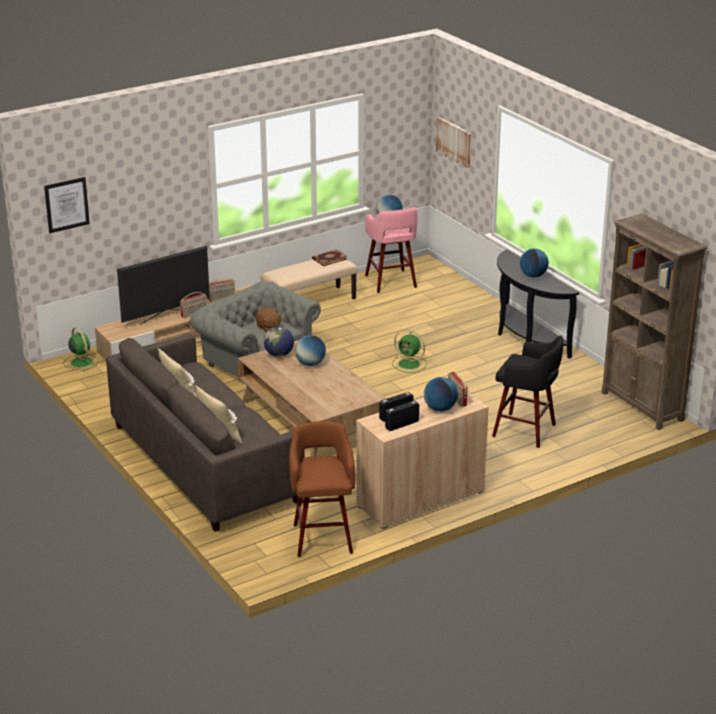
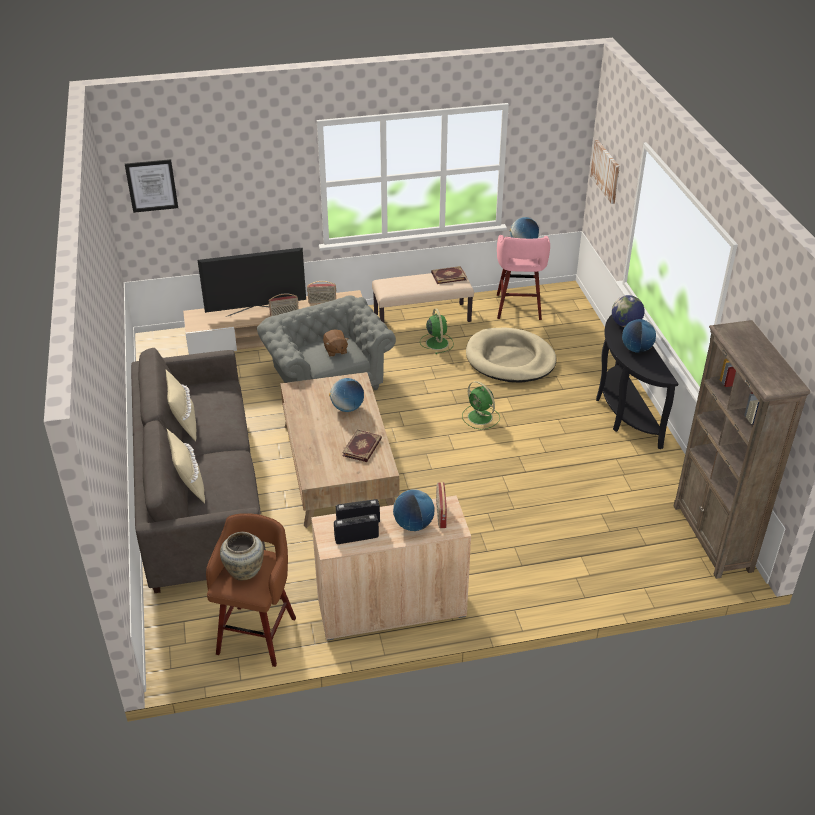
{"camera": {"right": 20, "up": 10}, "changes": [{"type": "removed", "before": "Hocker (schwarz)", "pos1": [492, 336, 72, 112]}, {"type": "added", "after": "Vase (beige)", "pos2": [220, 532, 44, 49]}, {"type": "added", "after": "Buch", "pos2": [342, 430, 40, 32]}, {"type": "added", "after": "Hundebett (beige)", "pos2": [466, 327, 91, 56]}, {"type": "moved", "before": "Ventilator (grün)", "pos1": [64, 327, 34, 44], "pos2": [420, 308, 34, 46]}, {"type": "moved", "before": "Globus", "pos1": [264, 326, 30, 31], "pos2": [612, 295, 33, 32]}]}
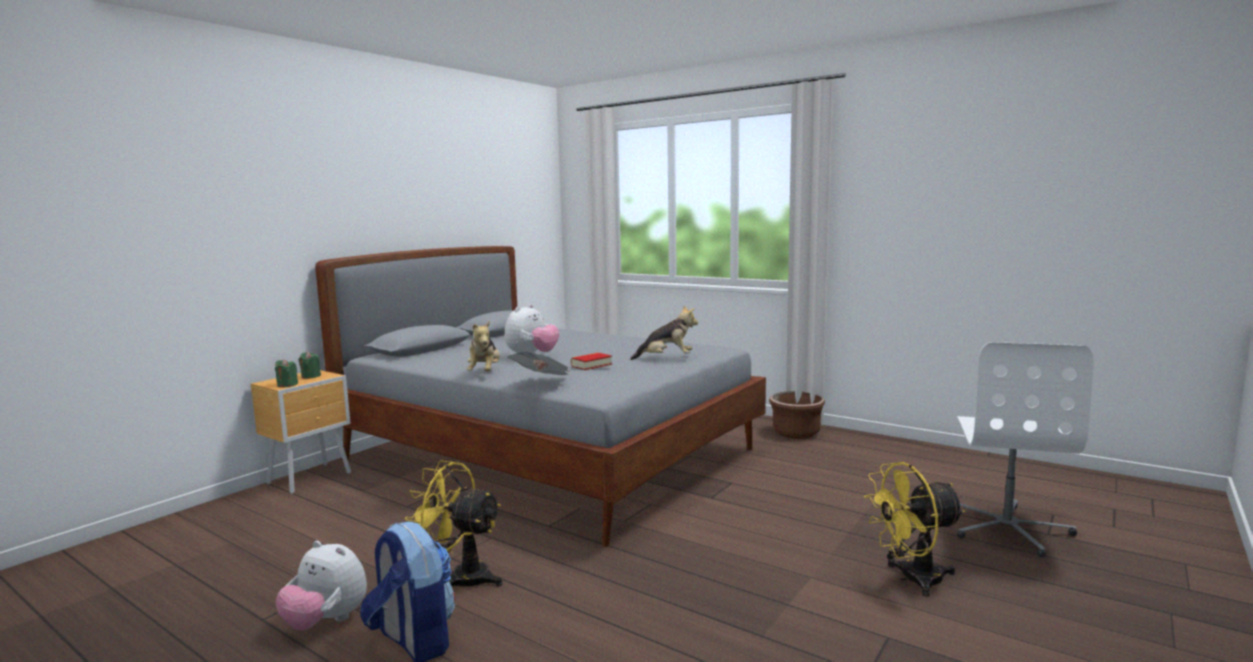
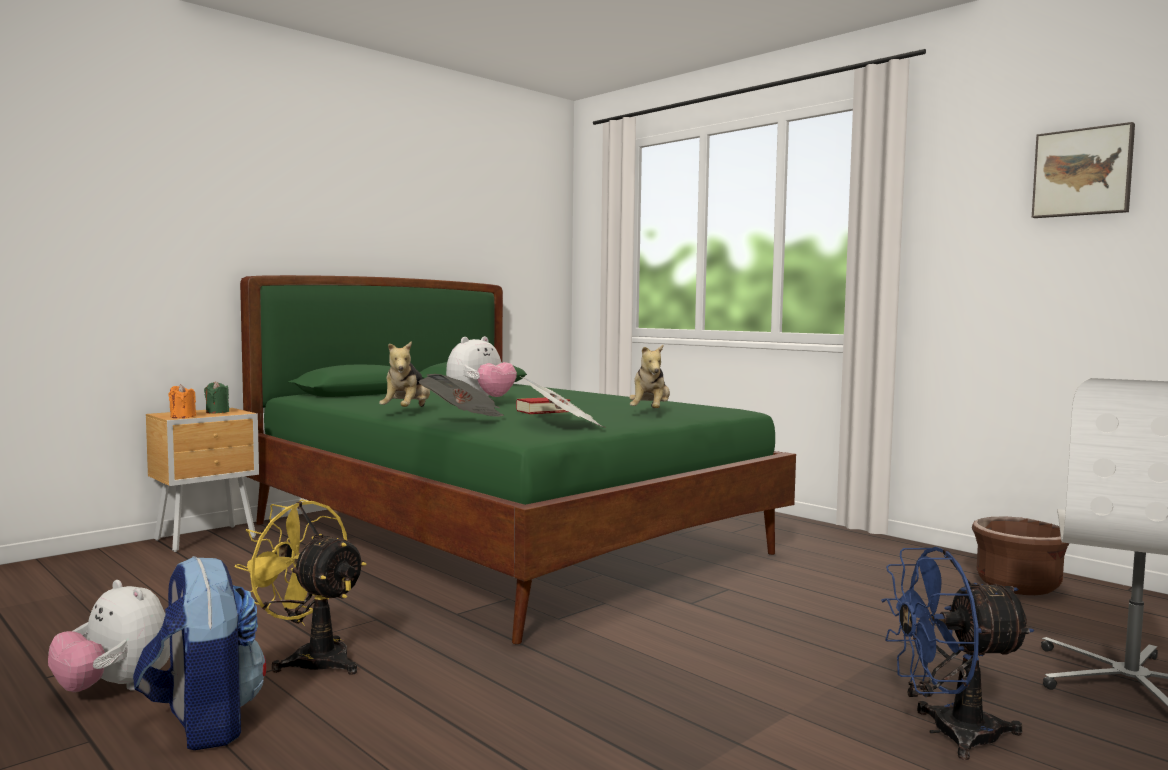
{"camera": {"right": 10, "up": -5}, "changes": [{"type": "added", "after": "Zeitung", "pos2": [519, 376, 85, 51]}, {"type": "added", "after": "Bild", "pos2": [1032, 122, 103, 96]}, {"type": "moved", "before": "Pflanzkübel (braun)", "pos1": [769, 391, 56, 48], "pos2": [972, 516, 98, 79]}, {"type": "recoloured", "before": "Kerze (grün)", "after": "Kerze (orange)", "pos1": [275, 359, 23, 29], "pos2": [169, 384, 27, 34]}, {"type": "recoloured", "before": "Bett (grau)", "after": "Bett (grün)", "pos1": [315, 246, 451, 301], "pos2": [240, 275, 556, 369]}, {"type": "recoloured", "before": "Ventilator (gelb)", "after": "Ventilator (blau)", "pos1": [864, 462, 101, 135], "pos2": [881, 547, 153, 213]}, {"type": "turned", "before": "Plüschtier", "pos1": [630, 305, 68, 55], "pos2": [629, 345, 41, 63], "turn": 90}]}
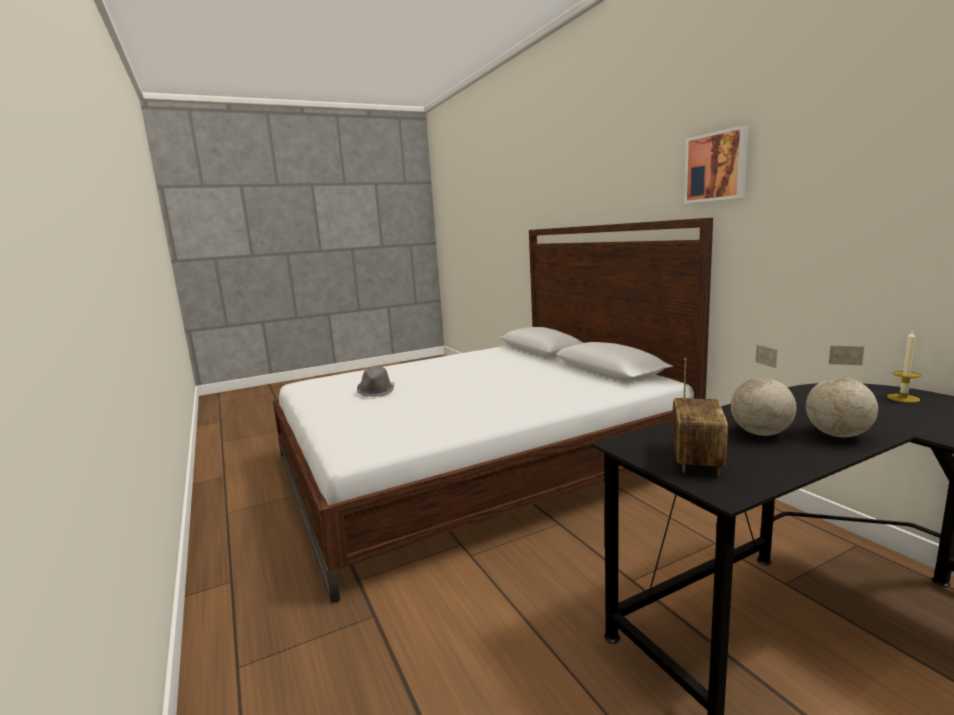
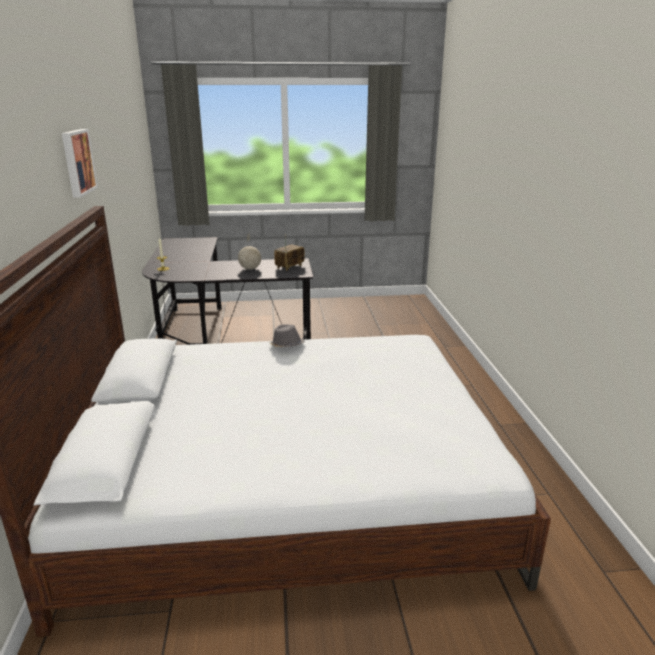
{"camera": {"right": -160, "up": 10}, "changes": [{"type": "removed", "before": "Globus", "pos1": [806, 346, 72, 91]}, {"type": "moved", "before": "Hut (grau)", "pos1": [357, 367, 38, 30], "pos2": [269, 324, 36, 23]}]}
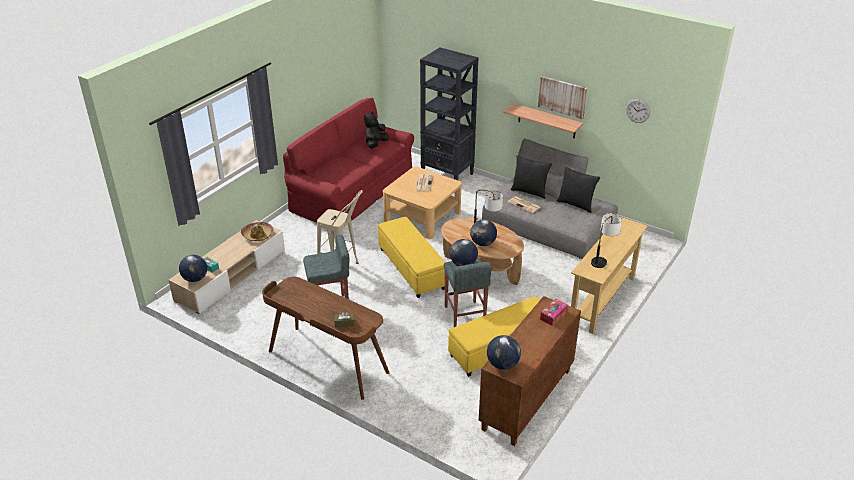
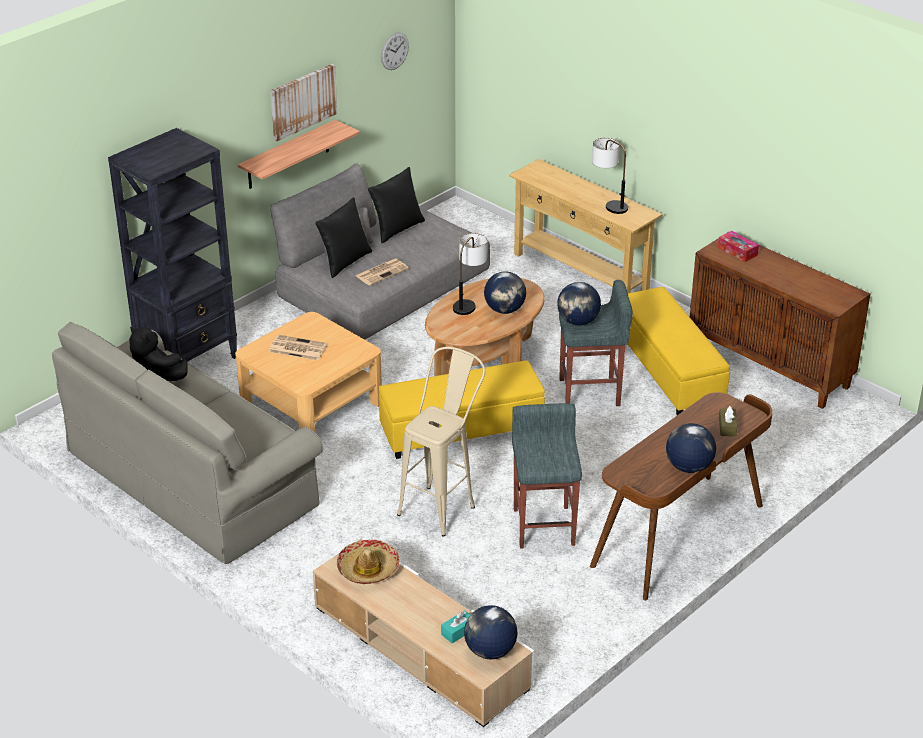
{"camera": {"right": -80, "up": 0}, "changes": [{"type": "moved", "before": "Globus", "pos1": [487, 335, 34, 35], "pos2": [666, 423, 50, 50]}, {"type": "recoloured", "before": "Sofa (rot)", "after": "Sofa (grau)", "pos1": [283, 98, 131, 125], "pos2": [52, 322, 271, 242]}]}
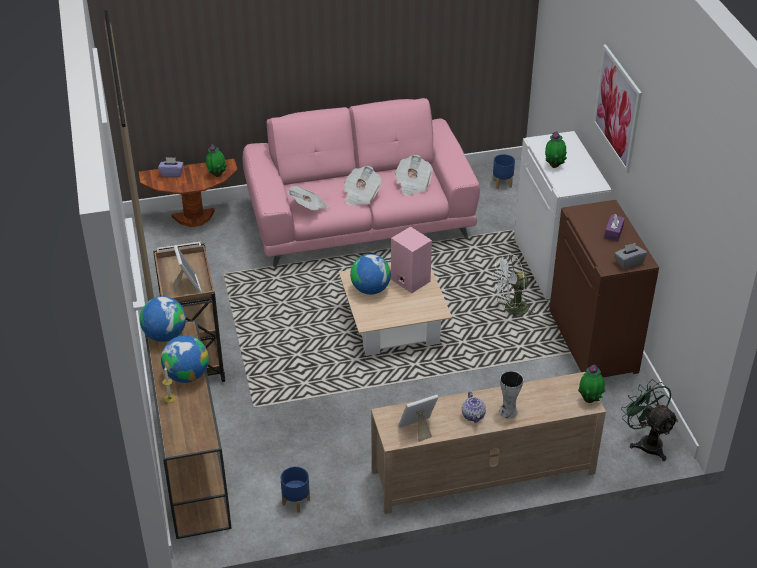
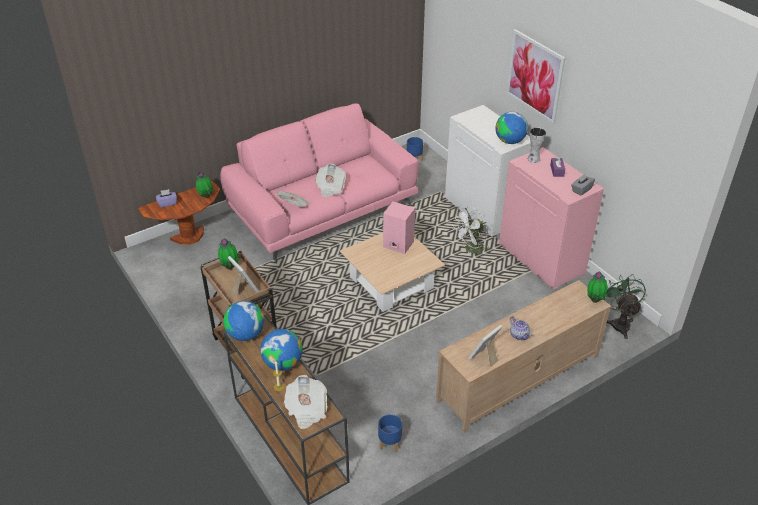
{"camera": {"right": -20, "up": 0}, "changes": [{"type": "moved", "before": "Globus", "pos1": [350, 254, 41, 41], "pos2": [496, 112, 32, 32]}, {"type": "moved", "before": "Zeitung", "pos1": [395, 155, 38, 41], "pos2": [284, 375, 43, 54]}, {"type": "moved", "before": "Vase", "pos1": [500, 371, 24, 48], "pos2": [528, 127, 18, 36]}, {"type": "moved", "before": "Topfpflanze", "pos1": [545, 131, 22, 37], "pos2": [218, 238, 21, 32]}, {"type": "recoloured", "before": "Schrank (braun)", "after": "Schrank (rosa)", "pos1": [549, 200, 110, 177], "pos2": [499, 147, 105, 143]}, {"type": "turned", "before": "Ventilator (grün)", "pos1": [621, 379, 57, 82], "pos2": [603, 274, 43, 65], "turn": 45}]}
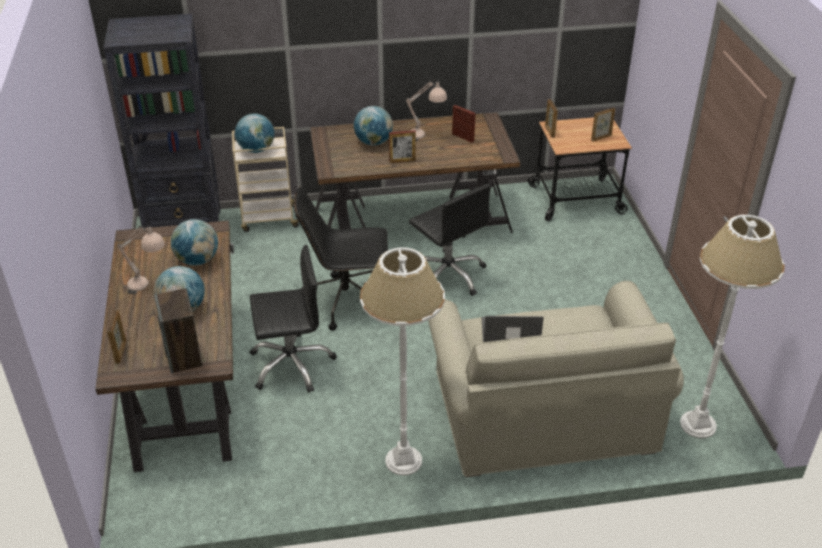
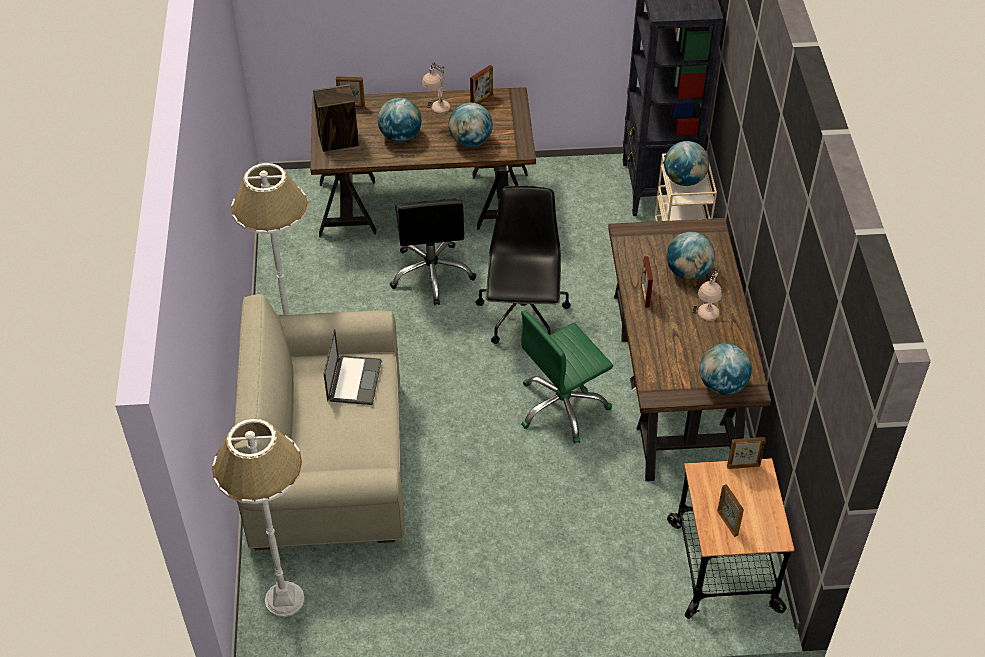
{"camera": {"right": 95, "up": 10}, "changes": [{"type": "added", "after": "Globus", "pos2": [699, 343, 53, 52]}, {"type": "moved", "before": "Bilderrahmen", "pos1": [452, 105, 23, 38], "pos2": [470, 65, 23, 39]}, {"type": "recoloured", "before": "Bürostuhl (schwarz)", "after": "Bürostuhl (grün)", "pos1": [409, 184, 82, 112], "pos2": [521, 311, 92, 133]}]}
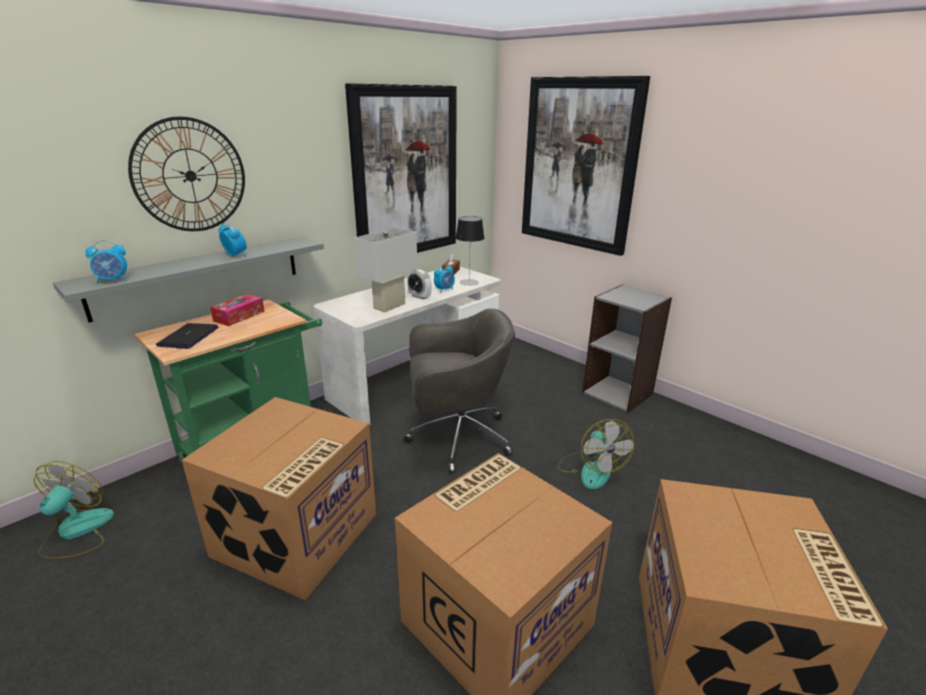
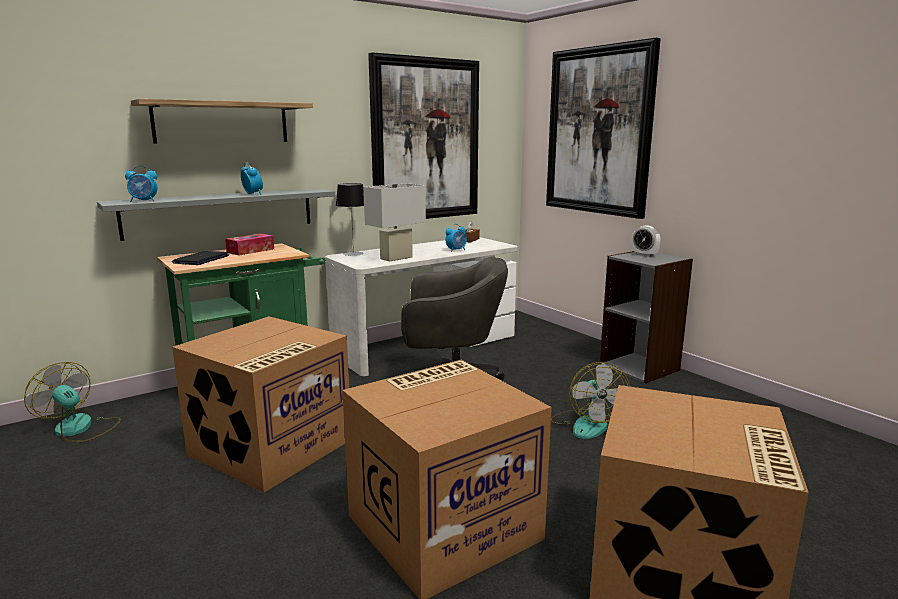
{"camera": {"right": 10, "up": -10}, "changes": [{"type": "moved", "before": "Wecker", "pos1": [408, 269, 24, 30], "pos2": [632, 225, 29, 32]}, {"type": "moved", "before": "Tischlampe", "pos1": [456, 216, 29, 70], "pos2": [336, 183, 28, 73]}, {"type": "replaced", "before": "Wanduhr", "after": "Wandregal", "pos1": [128, 116, 117, 115], "pos2": [131, 99, 182, 45]}, {"type": "turned", "before": "Ventilator", "pos1": [34, 461, 80, 98], "pos2": [24, 362, 97, 80], "turn": -75}]}
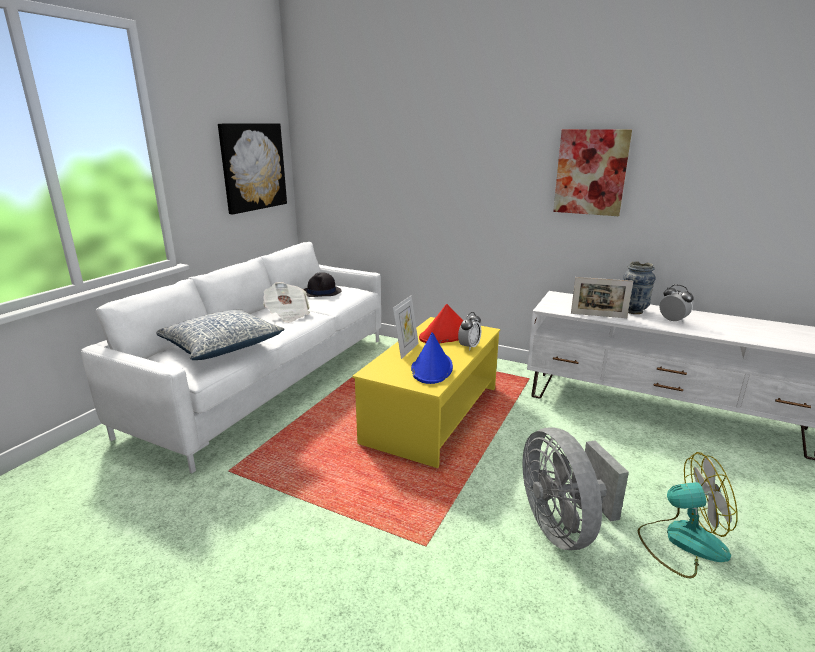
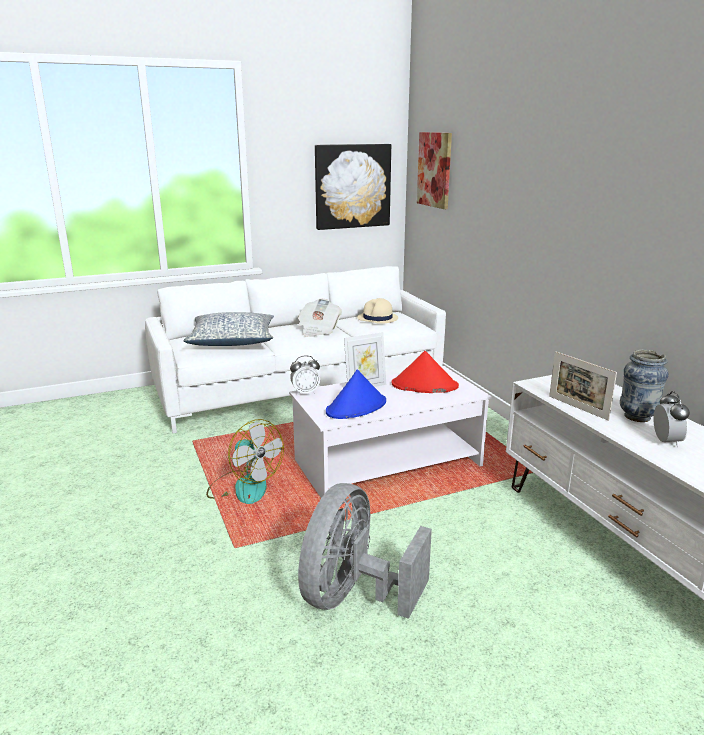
{"camera": {"right": 40, "up": 0}, "changes": [{"type": "moved", "before": "Wecker", "pos1": [458, 312, 23, 39], "pos2": [290, 356, 30, 40]}, {"type": "moved", "before": "Bild", "pos1": [553, 129, 79, 87], "pos2": [417, 132, 35, 77]}, {"type": "moved", "before": "Ventilator", "pos1": [638, 452, 100, 127], "pos2": [206, 419, 78, 85]}, {"type": "recoloured", "before": "Hut (schwarz)", "after": "Hut (beige)", "pos1": [303, 272, 38, 25], "pos2": [357, 298, 41, 26]}, {"type": "recoloured", "before": "Couchtisch (gelb)", "after": "Couchtisch (weiß)", "pos1": [352, 317, 148, 151], "pos2": [289, 366, 203, 132]}]}
